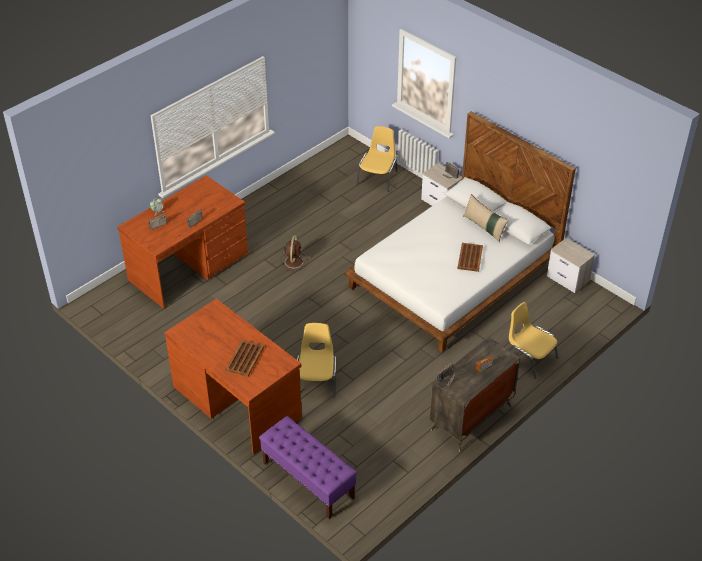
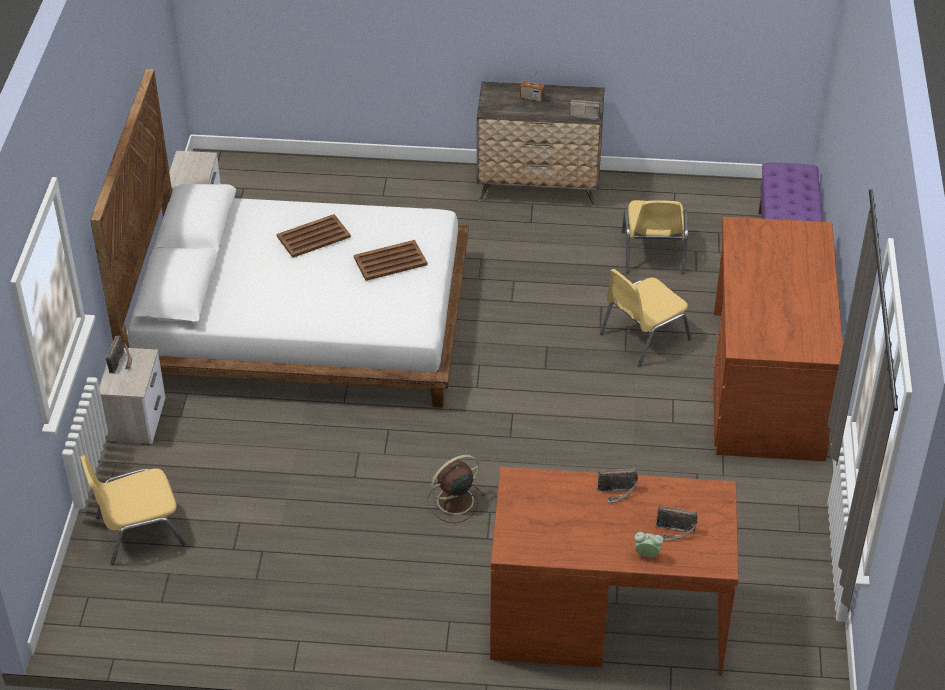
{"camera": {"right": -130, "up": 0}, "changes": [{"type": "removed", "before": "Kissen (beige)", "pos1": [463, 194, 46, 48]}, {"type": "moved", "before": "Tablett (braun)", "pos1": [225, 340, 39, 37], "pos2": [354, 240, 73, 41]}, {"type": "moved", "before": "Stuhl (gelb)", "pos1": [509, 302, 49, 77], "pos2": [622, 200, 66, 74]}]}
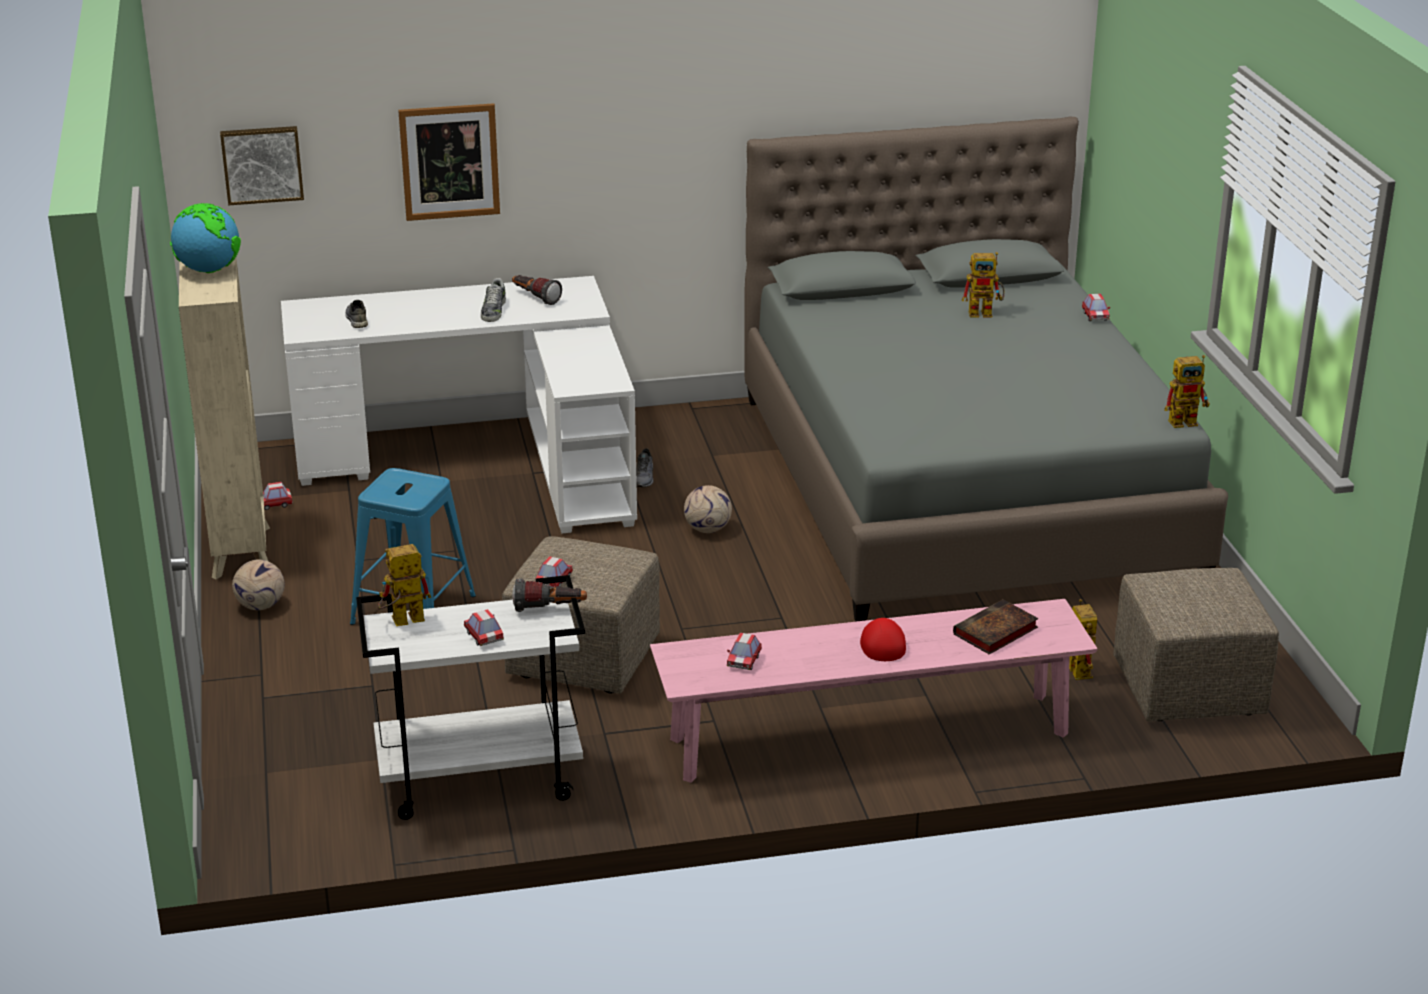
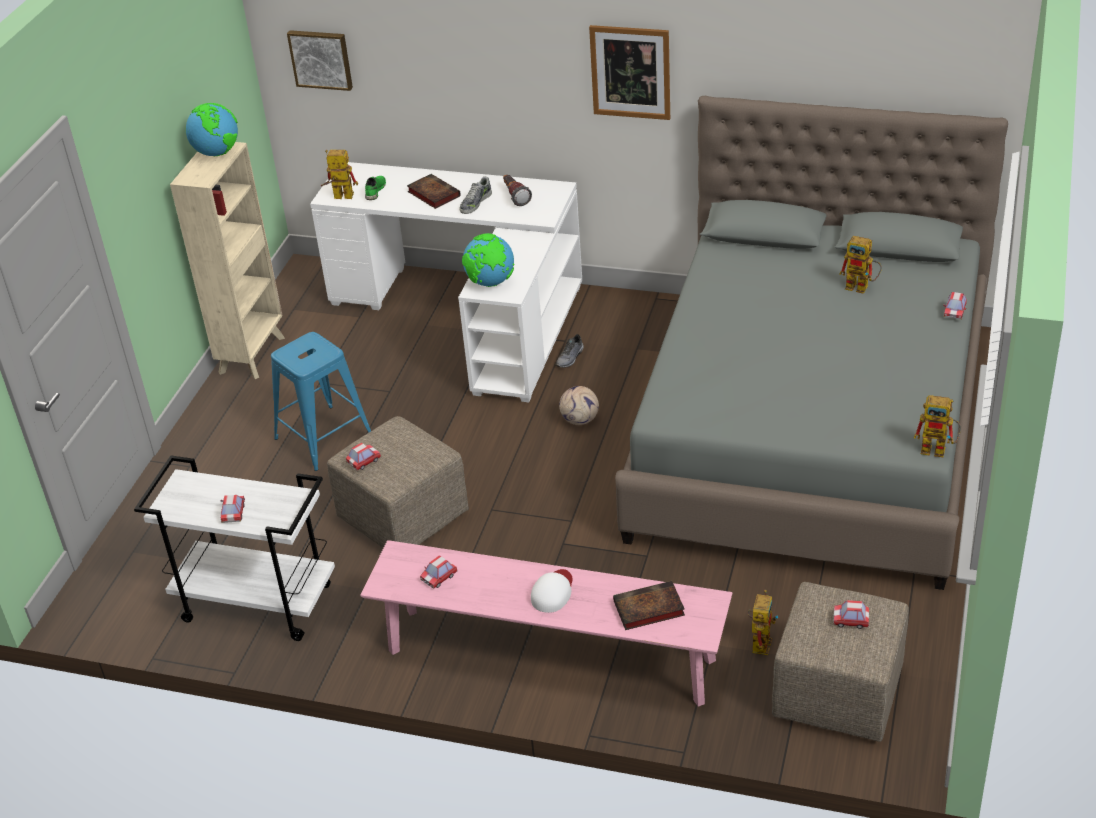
{"camera": {"right": 30, "up": 10}, "changes": [{"type": "removed", "before": "Fußball", "pos1": [232, 559, 53, 51]}, {"type": "removed", "before": "Taschenlampe", "pos1": [512, 578, 75, 34]}, {"type": "added", "after": "Buch", "pos2": [407, 174, 54, 35]}, {"type": "added", "after": "Globus", "pos2": [462, 233, 53, 54]}, {"type": "moved", "before": "Spielzeugauto", "pos1": [263, 482, 30, 28], "pos2": [833, 600, 36, 29]}, {"type": "moved", "before": "Spielzeugroboter", "pos1": [378, 544, 53, 82], "pos2": [321, 150, 37, 49]}, {"type": "moved", "before": "Bild", "pos1": [398, 103, 102, 118], "pos2": [589, 25, 81, 95]}, {"type": "recoloured", "before": "Schuh (grau)", "after": "Schuh (grün)", "pos1": [345, 300, 23, 28], "pos2": [365, 176, 21, 24]}, {"type": "recoloured", "before": "Kappe (rot)", "after": "Kappe (weiß)", "pos1": [860, 618, 46, 43], "pos2": [531, 569, 42, 44]}]}
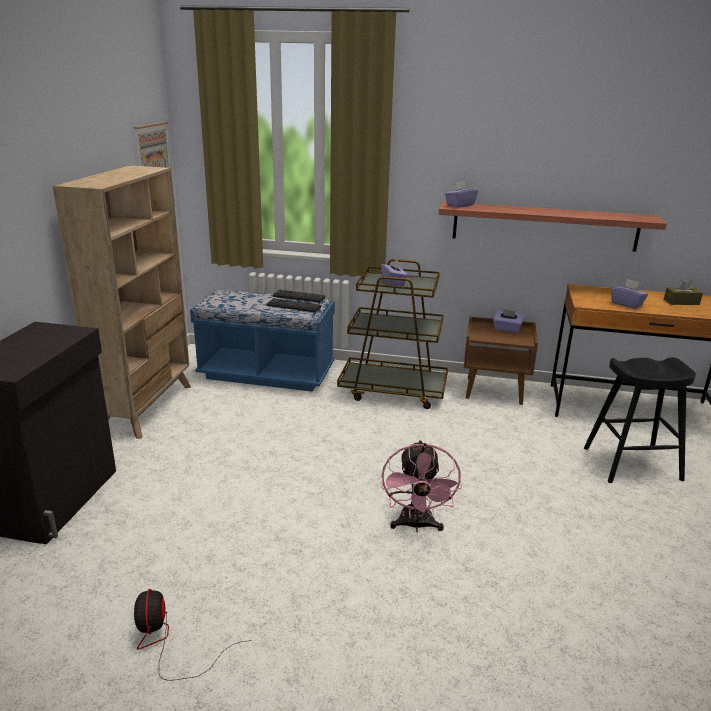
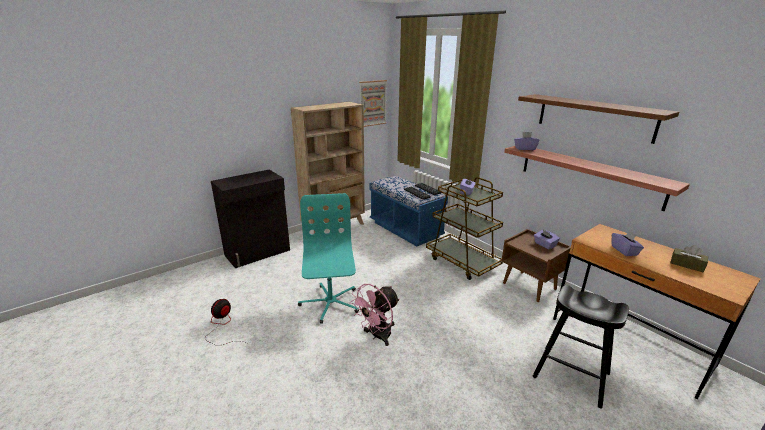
{"camera": {"right": 40, "up": 0}, "changes": [{"type": "added", "after": "Bürostuhl (türkis)", "pos2": [298, 193, 61, 131]}, {"type": "added", "after": "Wandregal (braun)", "pos2": [518, 94, 161, 50]}]}
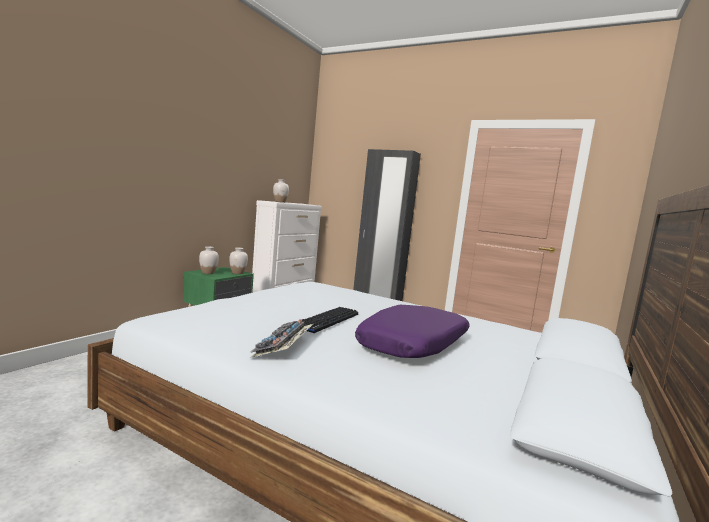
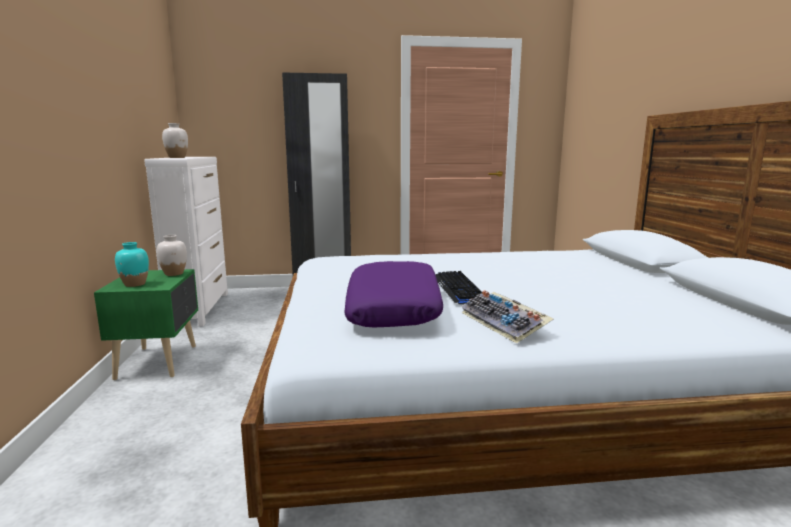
{"camera": {"right": -35, "up": 5}, "changes": [{"type": "moved", "before": "Kissen (lila)", "pos1": [355, 305, 114, 53], "pos2": [344, 261, 99, 66]}, {"type": "recoloured", "before": "Vase (weiß)", "after": "Vase (türkis)", "pos1": [199, 246, 20, 28], "pos2": [115, 242, 34, 45]}]}
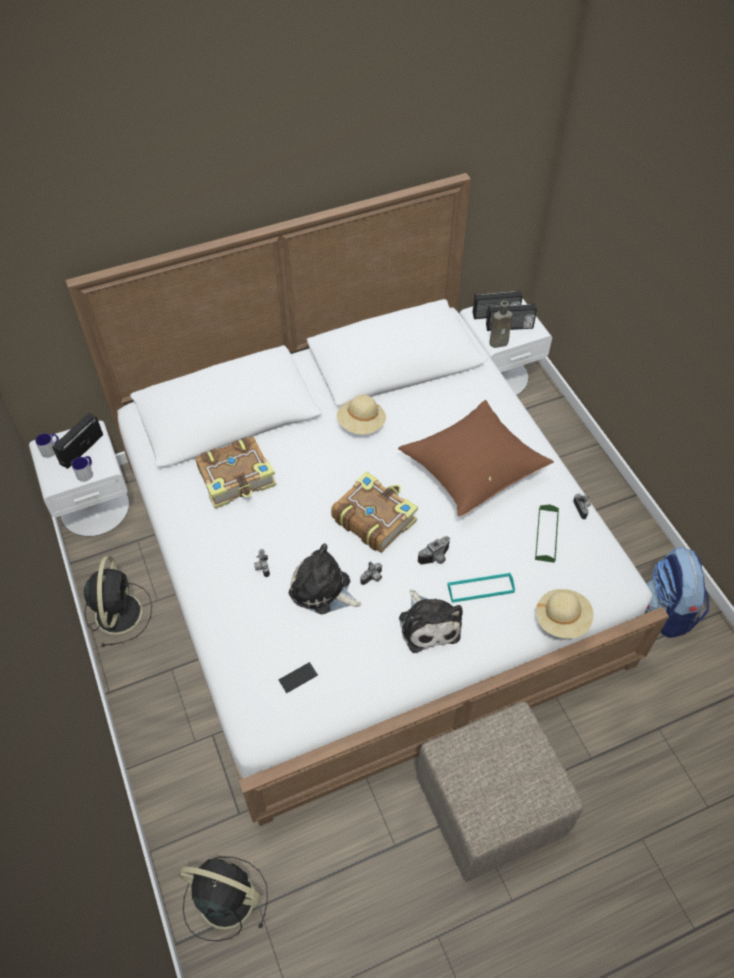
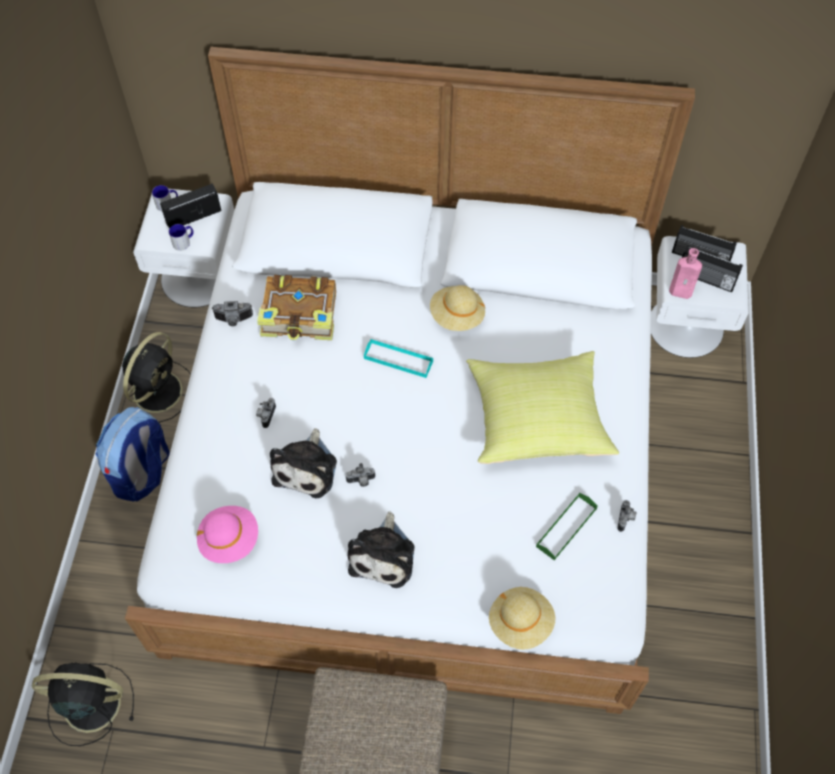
{"camera": {"right": 30, "up": 5}, "changes": [{"type": "removed", "before": "Buch", "pos1": [331, 471, 87, 82]}, {"type": "moved", "before": "Kamera", "pos1": [418, 536, 32, 28], "pos2": [212, 301, 41, 25]}, {"type": "moved", "before": "Tablett (türkis)", "pos1": [447, 572, 68, 31], "pos2": [364, 339, 69, 39]}, {"type": "moved", "before": "Rucksack", "pos1": [646, 547, 63, 91], "pos2": [96, 407, 73, 94]}, {"type": "replaced", "before": "Handy", "after": "Hut (rosa)", "pos1": [278, 662, 40, 31], "pos2": [197, 506, 61, 57]}, {"type": "recoloured", "before": "Kissen (braun)", "after": "Kissen (gelb)", "pos1": [398, 400, 156, 117], "pos2": [466, 351, 153, 113]}, {"type": "recoloured", "before": "Flasche (braun)", "after": "Flasche (rosa)", "pos1": [489, 301, 24, 47], "pos2": [669, 248, 33, 51]}, {"type": "turned", "before": "Ventilator (schwarz)", "pos1": [178, 857, 90, 84], "pos2": [32, 663, 102, 83], "turn": -45}, {"type": "turned", "before": "Plüschtier", "pos1": [289, 544, 73, 70], "pos2": [270, 428, 67, 70], "turn": -135}]}
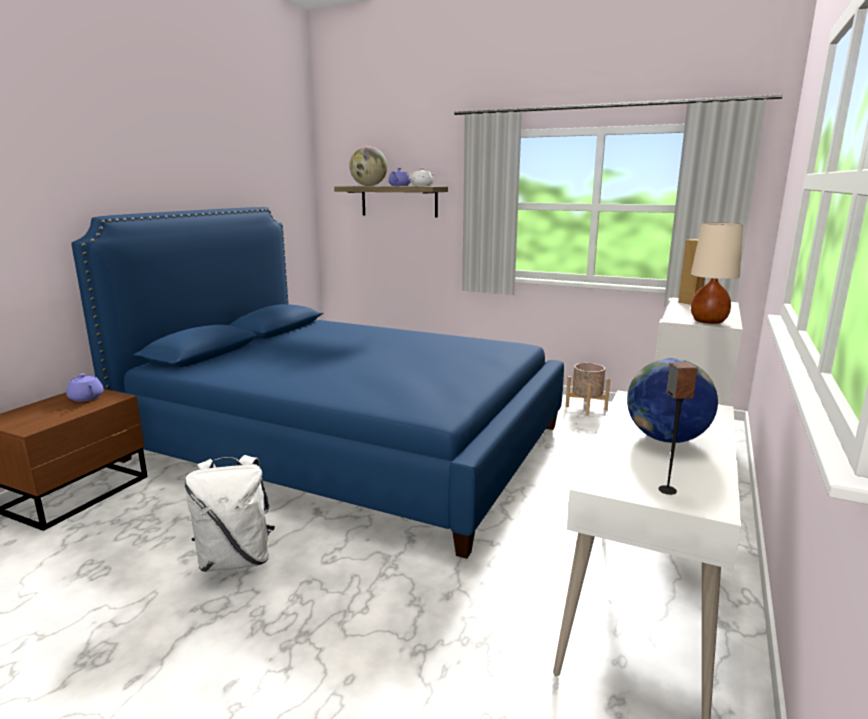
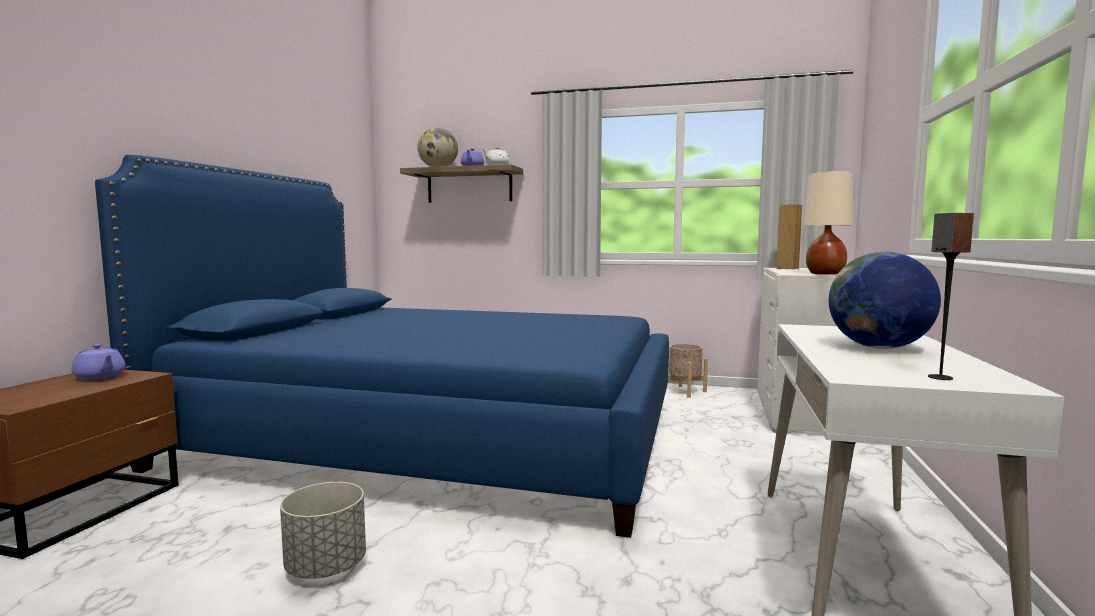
{"camera": {"right": -10, "up": -10}, "changes": [{"type": "replaced", "before": "Rucksack (weiß)", "after": "Pflanzkübel (grau)", "pos1": [185, 455, 90, 117], "pos2": [280, 482, 86, 97]}]}
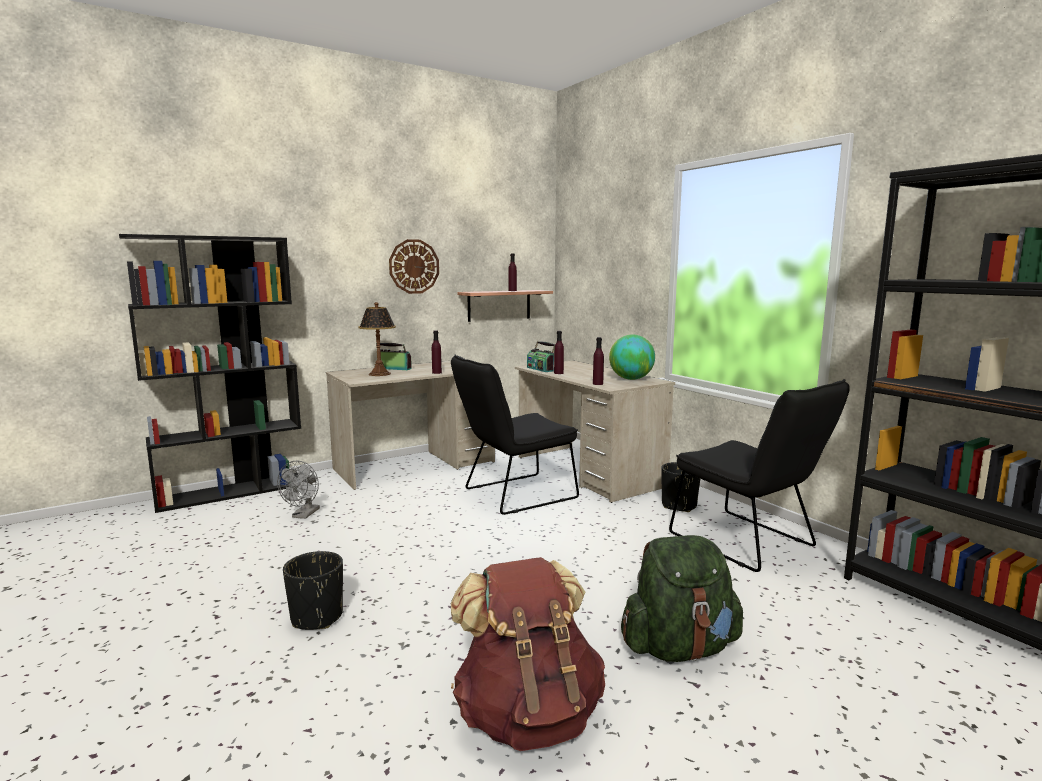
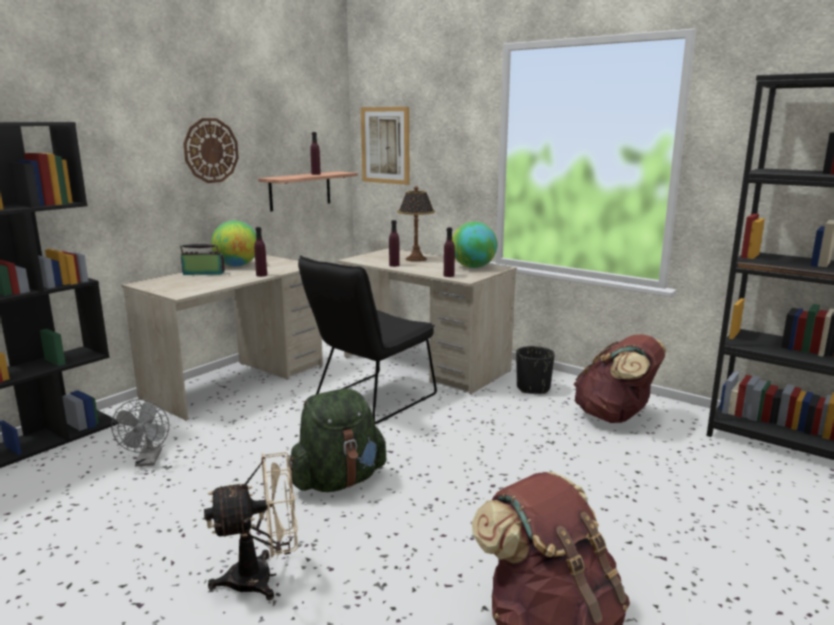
{"camera": {"right": -20, "up": 5}, "changes": [{"type": "removed", "before": "Radio", "pos1": [527, 341, 28, 31]}, {"type": "added", "after": "Globus", "pos2": [211, 220, 45, 46]}, {"type": "added", "after": "Bild", "pos2": [361, 107, 48, 78]}, {"type": "moved", "before": "Tischlampe", "pos1": [358, 302, 38, 74], "pos2": [398, 186, 37, 76]}, {"type": "moved", "before": "Rucksack (grün)", "pos1": [621, 535, 122, 127], "pos2": [289, 389, 97, 103]}, {"type": "replaced", "before": "Pflanzkübel (schwarz)", "after": "Ventilator (beige)", "pos1": [283, 551, 60, 79], "pos2": [204, 452, 94, 148]}, {"type": "replaced", "before": "Stuhl (schwarz)", "after": "Rucksack (braun)", "pos1": [669, 379, 181, 193], "pos2": [574, 334, 92, 89]}]}
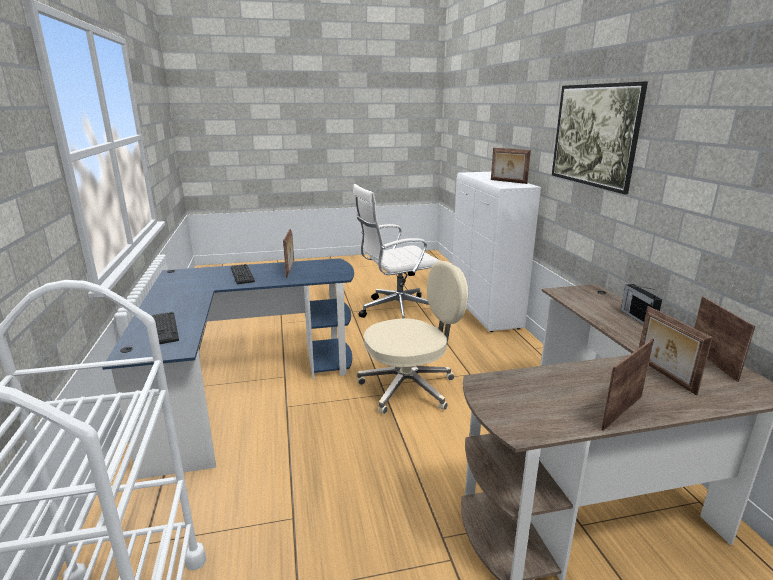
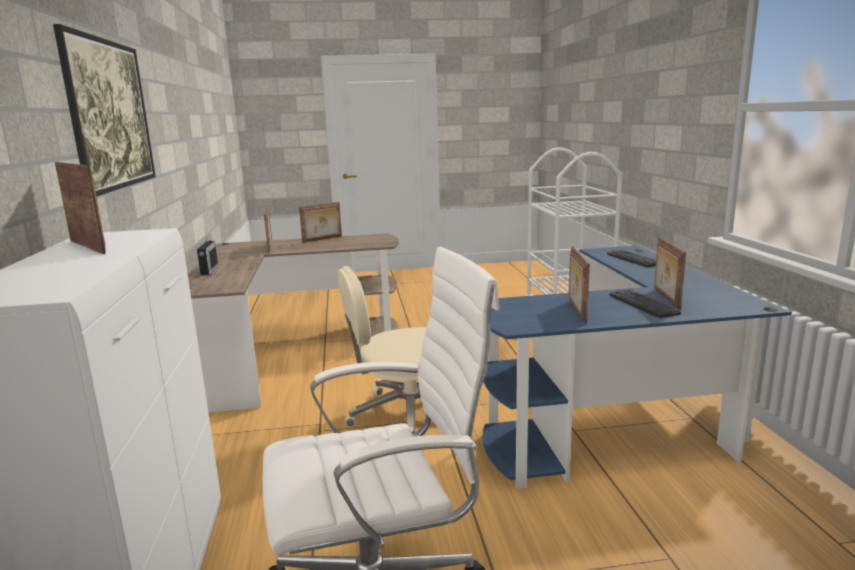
{"camera": {"right": -175, "up": -5}, "changes": [{"type": "moved", "before": "Bilderrahmen", "pos1": [694, 297, 61, 85], "pos2": [654, 237, 32, 73]}]}
